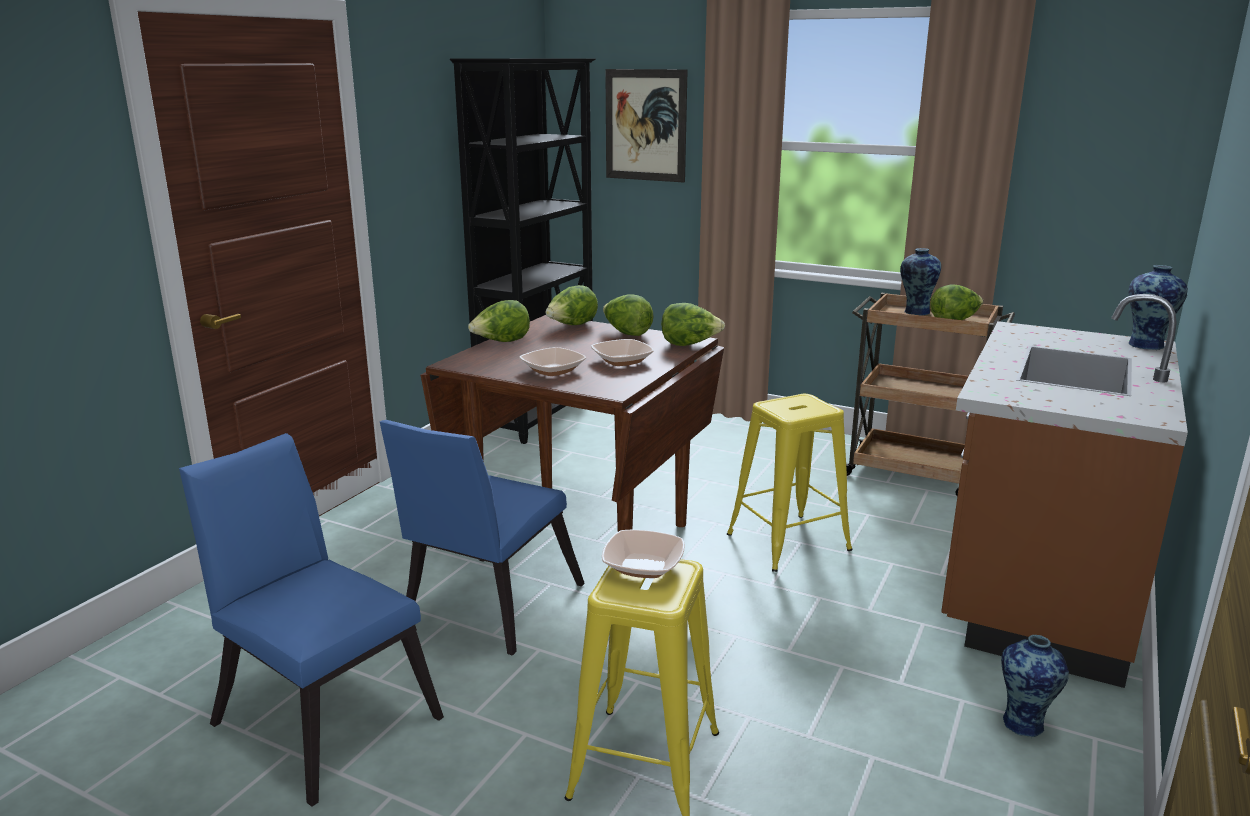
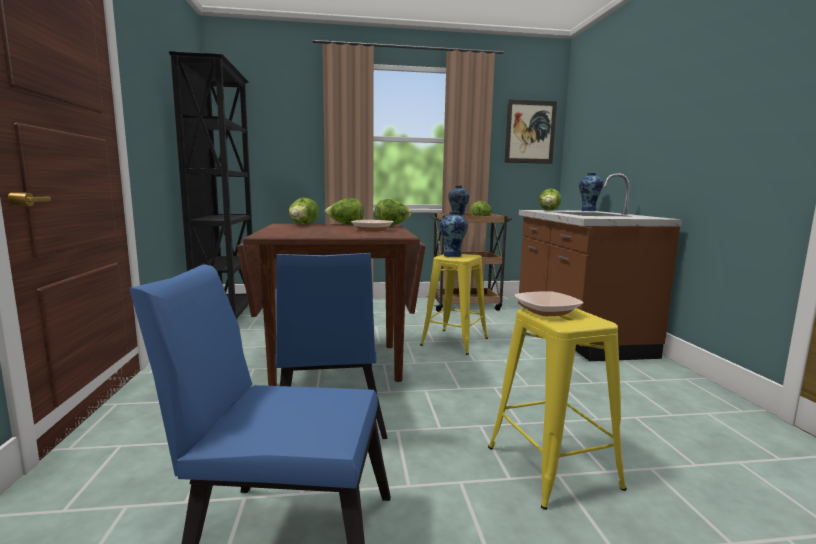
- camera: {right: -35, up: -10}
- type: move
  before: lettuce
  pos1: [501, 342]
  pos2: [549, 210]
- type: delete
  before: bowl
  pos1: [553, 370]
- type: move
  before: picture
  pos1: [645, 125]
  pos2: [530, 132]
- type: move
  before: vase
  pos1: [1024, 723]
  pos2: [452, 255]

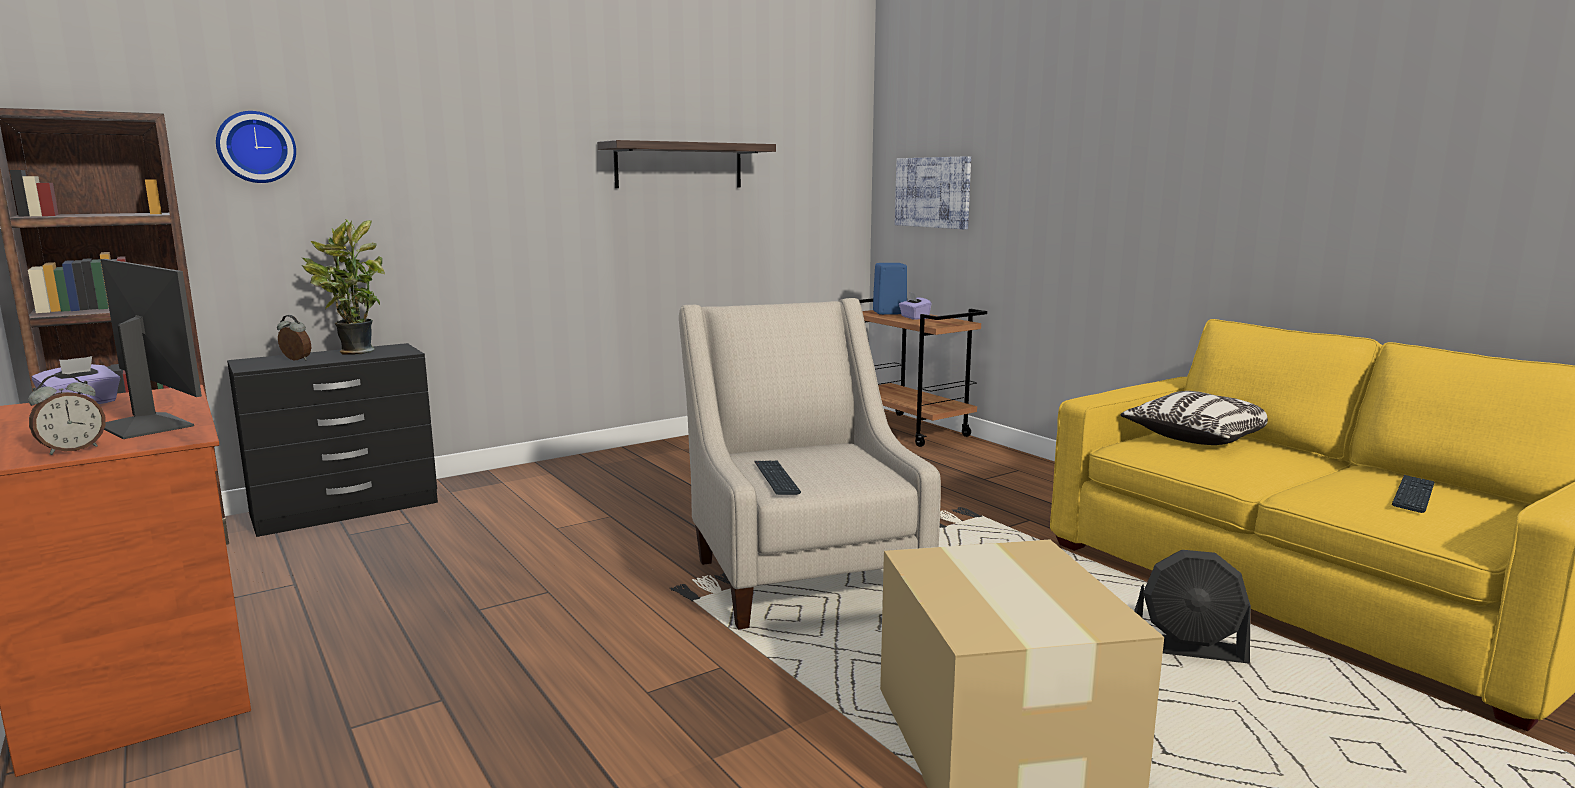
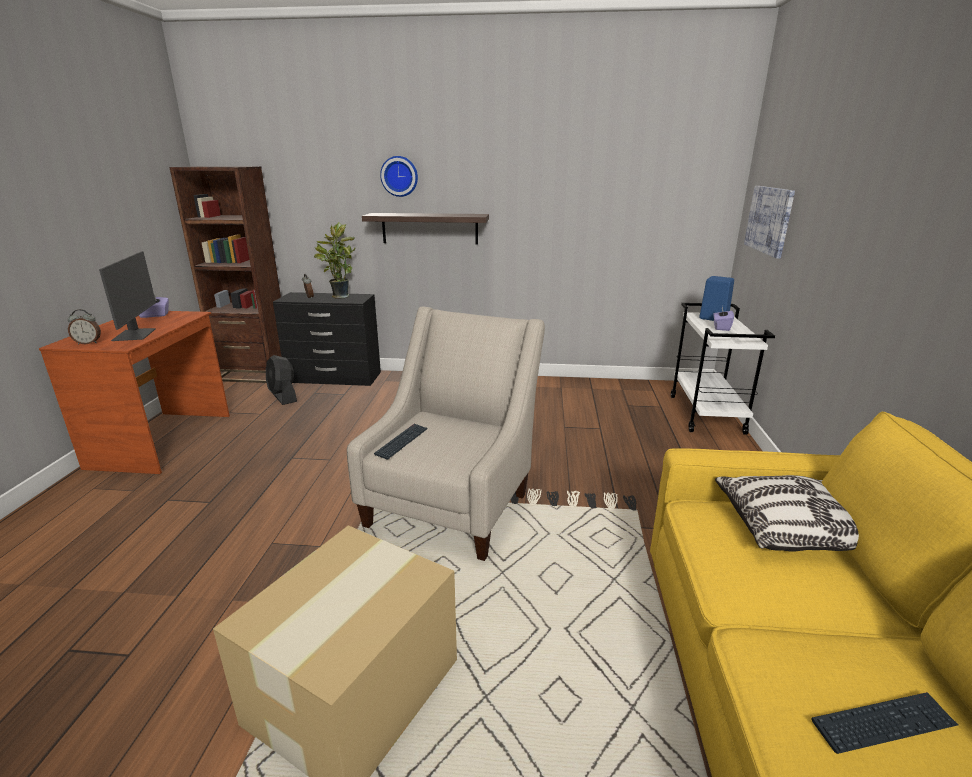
- camera: {right: 40, up: 10}
- type: move
  before: wall clock
  pos1: [256, 147]
  pos2: [399, 176]
- type: move
  before: shelf
  pos1: [679, 165]
  pos2: [430, 228]
- type: recolor
  before: brown cart
  after: white cart
  pos1: [910, 430]
  pos2: [707, 415]
- type: move
  before: black fan
  pos1: [1187, 650]
  pos2: [283, 396]

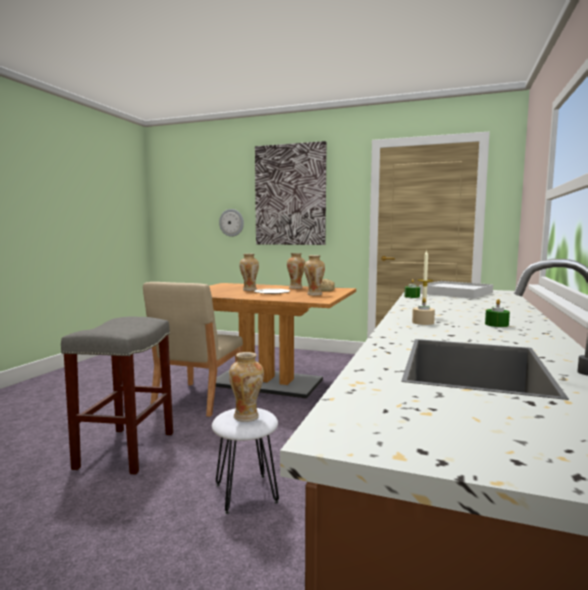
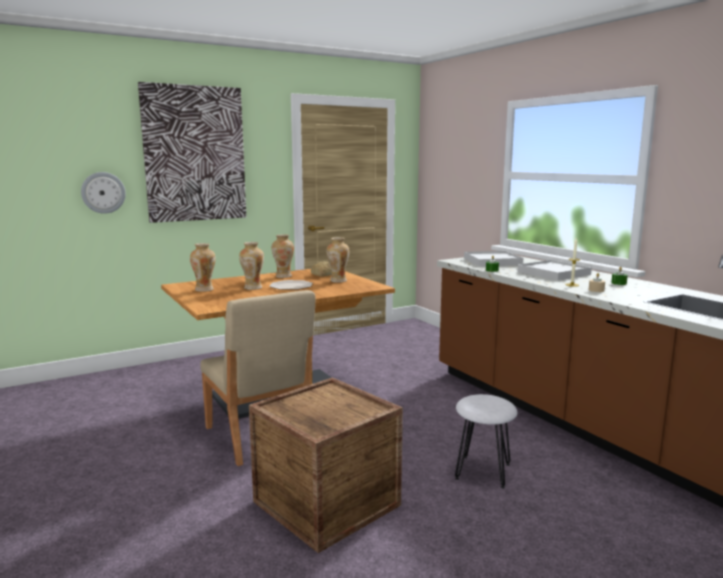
- camera: {right: -50, up: 5}
- type: replace
  before: grey stool
  after: crate
  pos1: [126, 449]
  pos2: [326, 503]
- type: move
  before: vase
  pos1: [247, 417]
  pos2: [204, 289]
- type: insert
  after: white tray
  pos2: [553, 273]

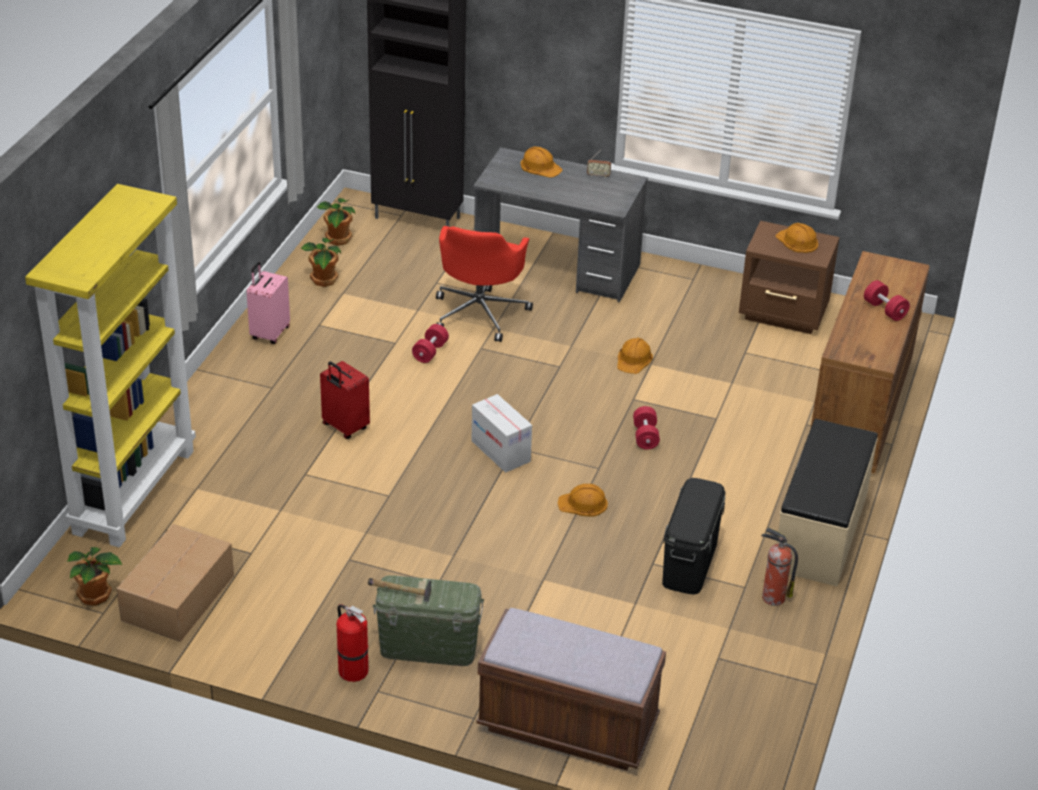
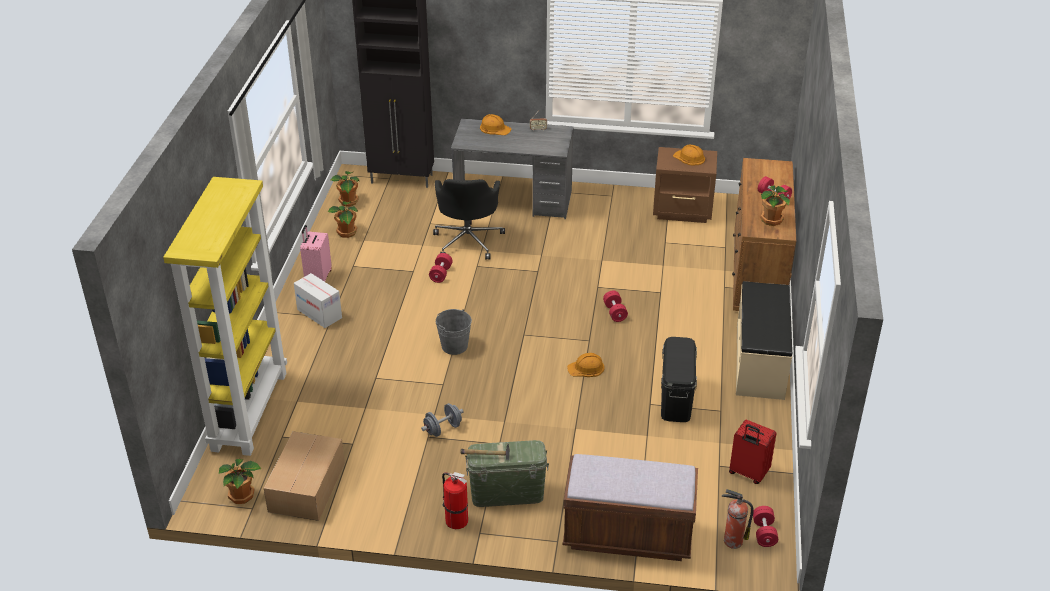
- camera: {right: -10, up: 0}
- type: move
  before: red suitcase
  pos1: [344, 427]
  pos2: [748, 473]
- type: recolor
  before: red office chair
  after: black office chair
  pos1: [480, 313]
  pos2: [468, 240]
- type: move
  before: cardboard box
  pos1: [500, 451]
  pos2: [319, 314]
- type: delete
  before: orange hard hat
  pos1: [634, 359]
- type: move
  before: fire extinguisher
  pos1: [772, 597]
  pos2: [732, 541]
- type: insert
  after: grey dumbbell
  pos2: [443, 429]
- type: insert
  after: grey bucket
  pos2: [454, 346]
- type: insert
  after: red dumbbell
  pos2: [764, 533]
- type: insert
  after: potted plant
  pos2: [772, 220]

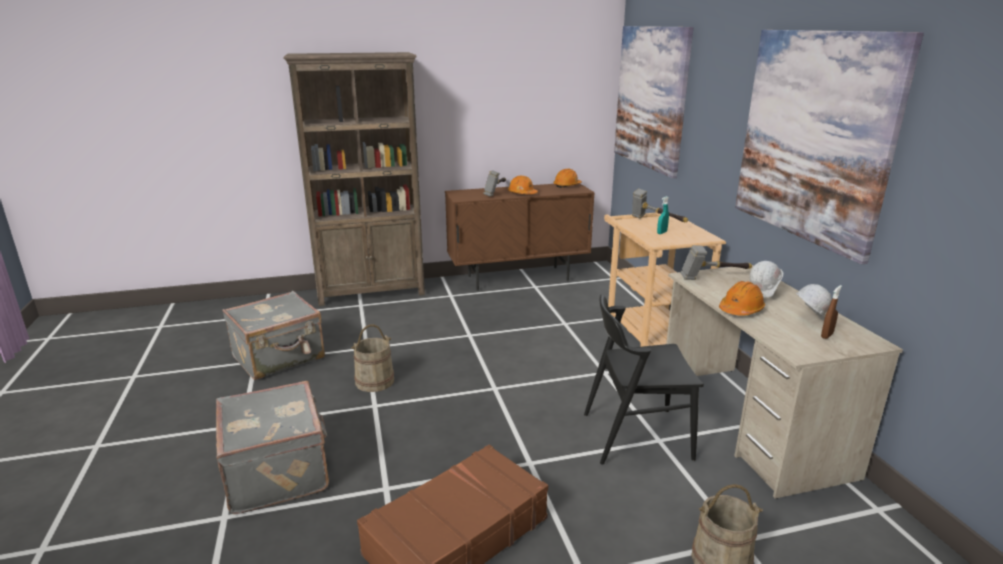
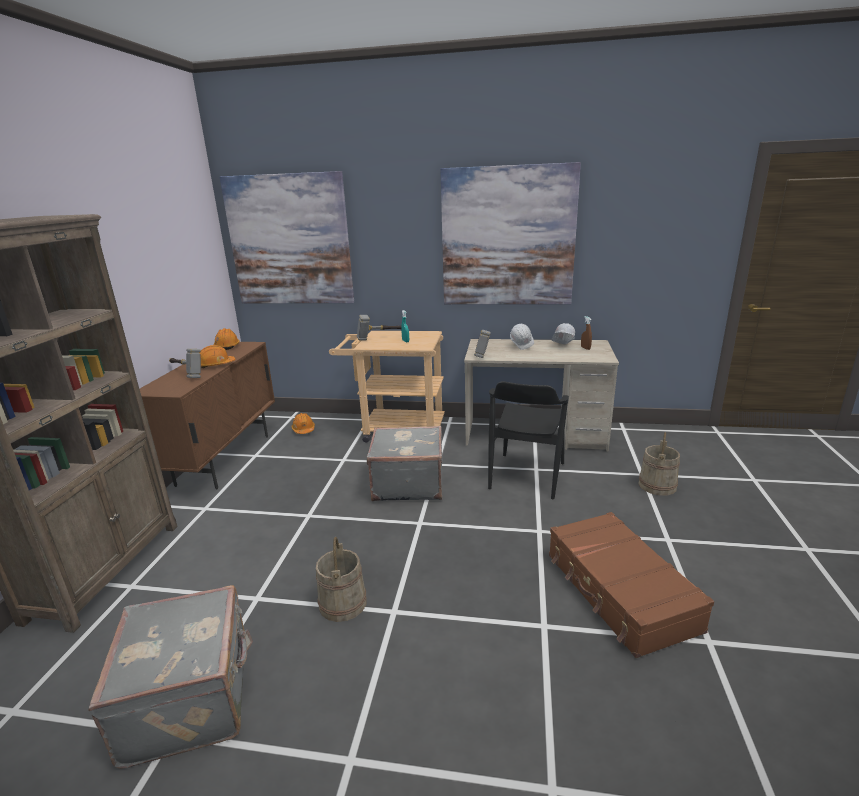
- camera: {right: -65, up: 0}
- type: move
  before: grey suitcase
  pos1: [279, 471]
  pos2: [408, 483]
- type: move
  before: orange hard hat
  pos1: [741, 310]
  pos2: [303, 430]

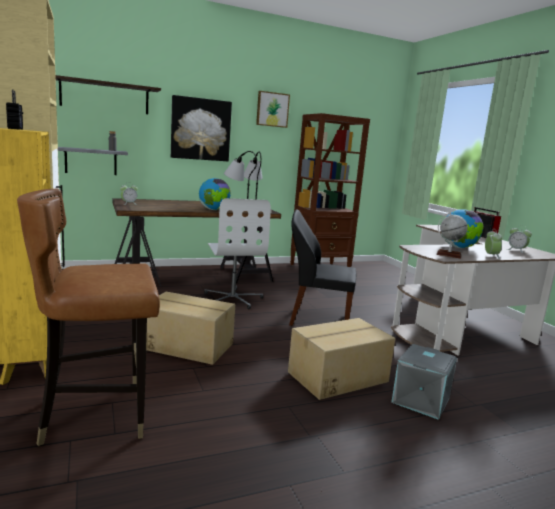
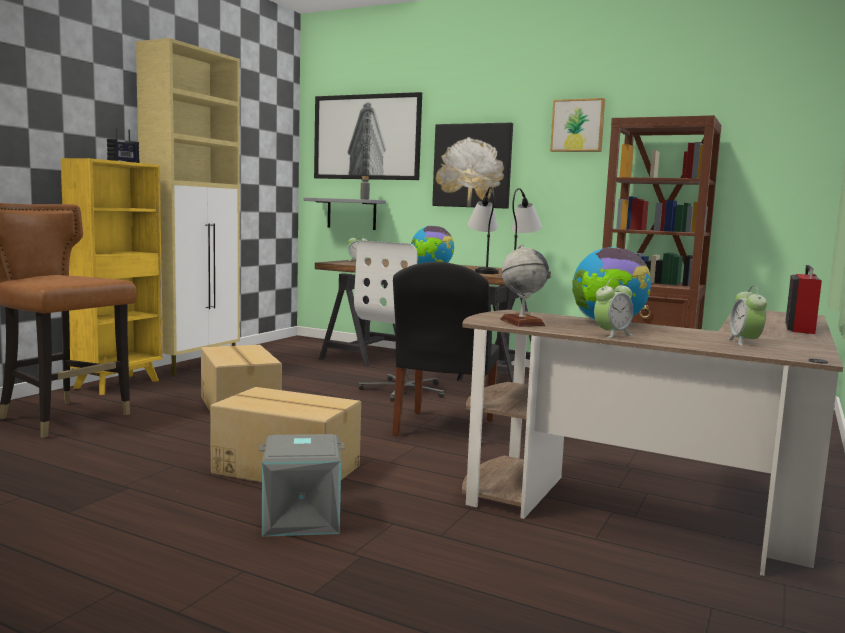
- camera: {right: 50, up: -5}
- type: replace
  before: shelf
  after: picture
  pos1: [105, 96]
  pos2: [367, 137]
- type: rotate
  before: black chair
  pos1: [317, 319]
  pos2: [443, 429]
  turn: -135

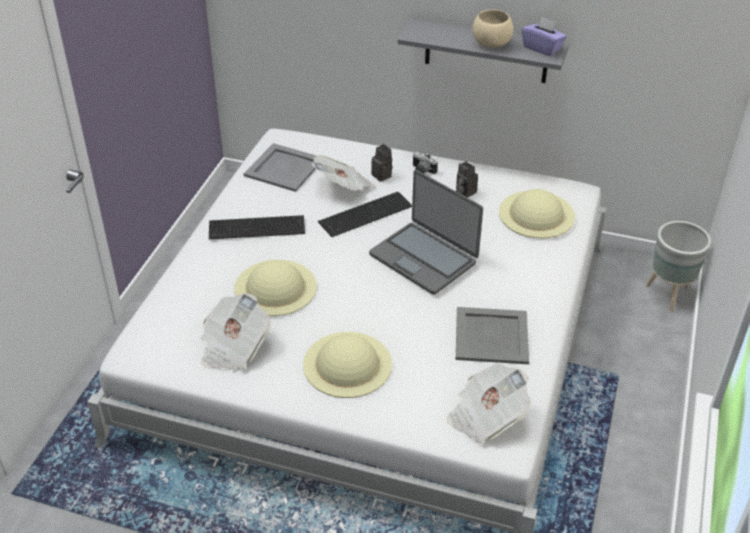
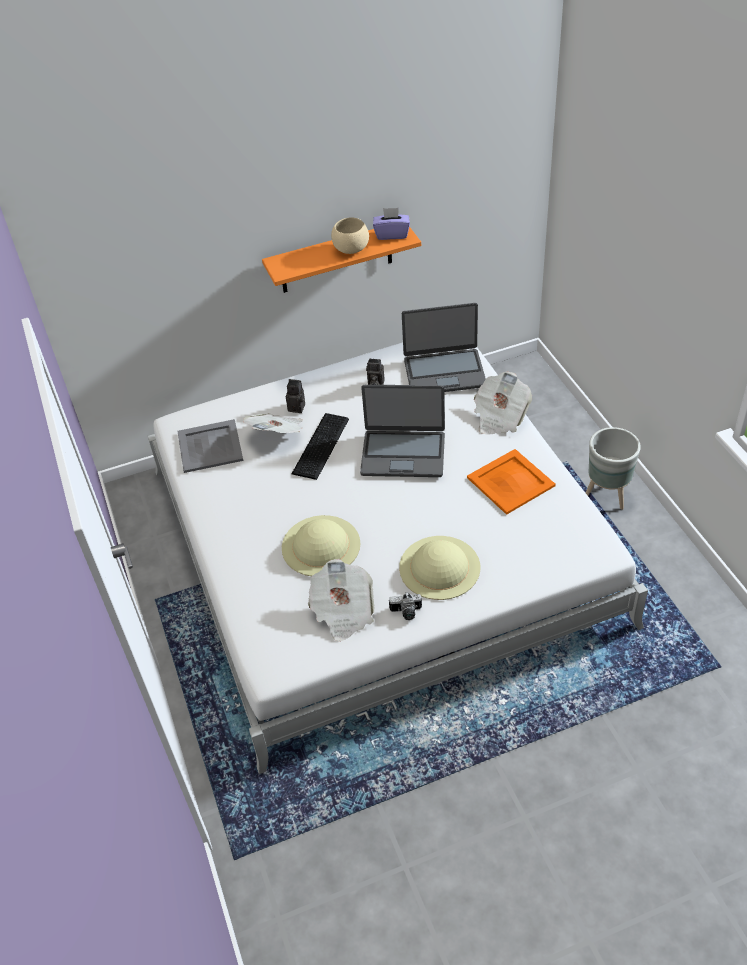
- camera: {right: -35, up: 5}
- type: delete
  before: keyboard
  pos1: [258, 228]
- type: recolor
  before: grey shelf
  after: orange shelf
  pos1: [486, 51]
  pos2: [336, 258]
- type: move
  before: photo camera
  pos1: [421, 171]
  pos2: [406, 613]
- type: move
  before: newspaper
  pos1: [486, 417]
  pos2: [499, 416]
- type: recolor
  before: grey tray
  after: orange tray
  pos1: [491, 335]
  pos2: [510, 481]
- type: replace
  before: beige hat
  after: laptop
  pos1: [536, 214]
  pos2: [444, 372]
- type: move
  before: grey planter
  pos1: [667, 295]
  pos2: [606, 496]

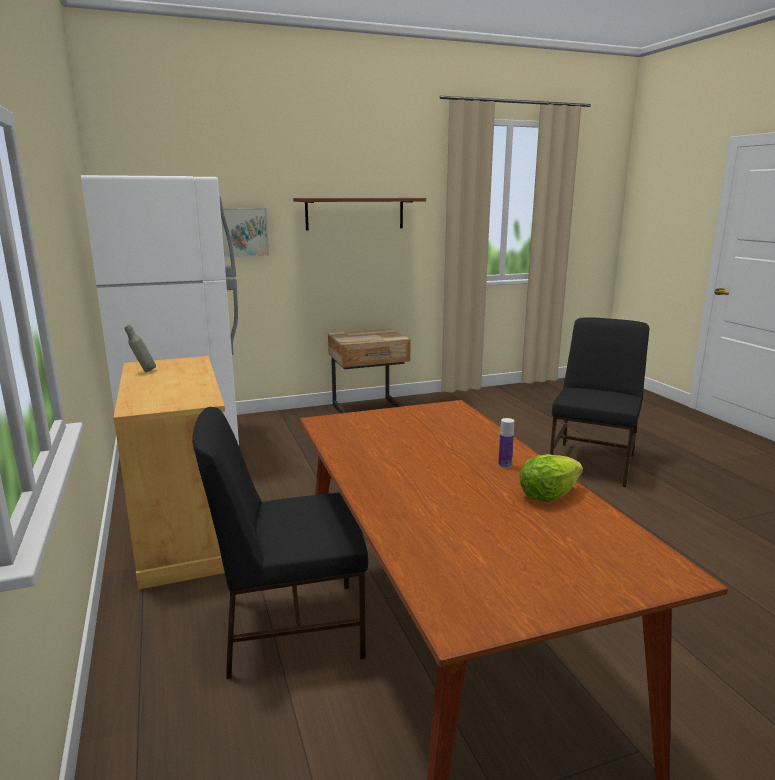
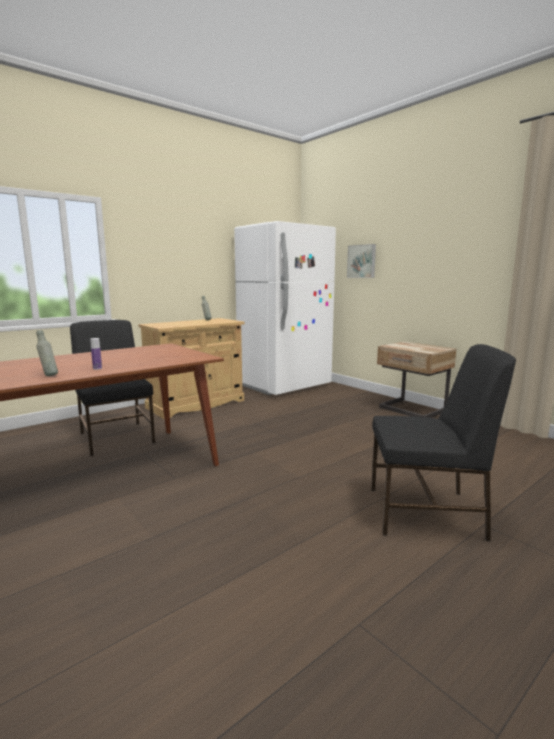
- camera: {right: 70, up: -5}
- type: delete
  before: brown shelf
  pos1: [355, 213]
- type: replace
  before: lettuce
  after: grey bottle
  pos1: [547, 495]
  pos2: [49, 375]

